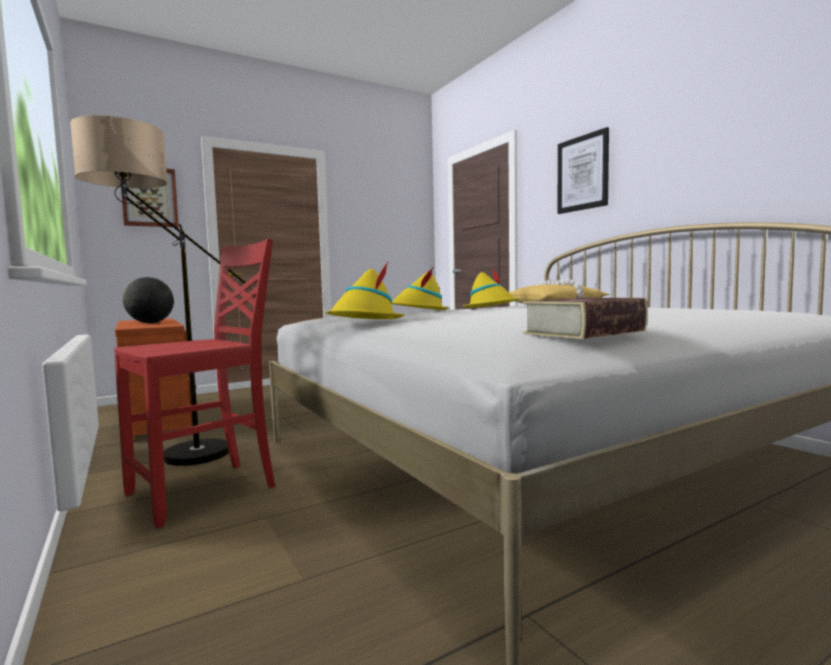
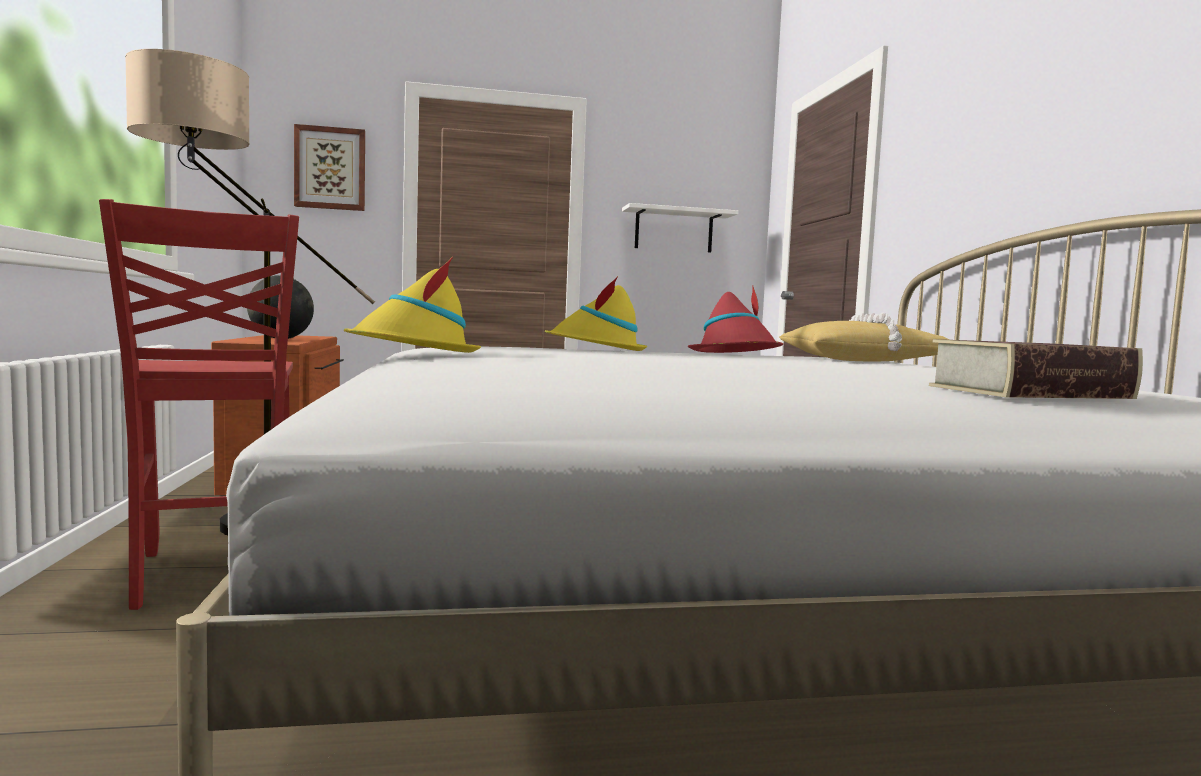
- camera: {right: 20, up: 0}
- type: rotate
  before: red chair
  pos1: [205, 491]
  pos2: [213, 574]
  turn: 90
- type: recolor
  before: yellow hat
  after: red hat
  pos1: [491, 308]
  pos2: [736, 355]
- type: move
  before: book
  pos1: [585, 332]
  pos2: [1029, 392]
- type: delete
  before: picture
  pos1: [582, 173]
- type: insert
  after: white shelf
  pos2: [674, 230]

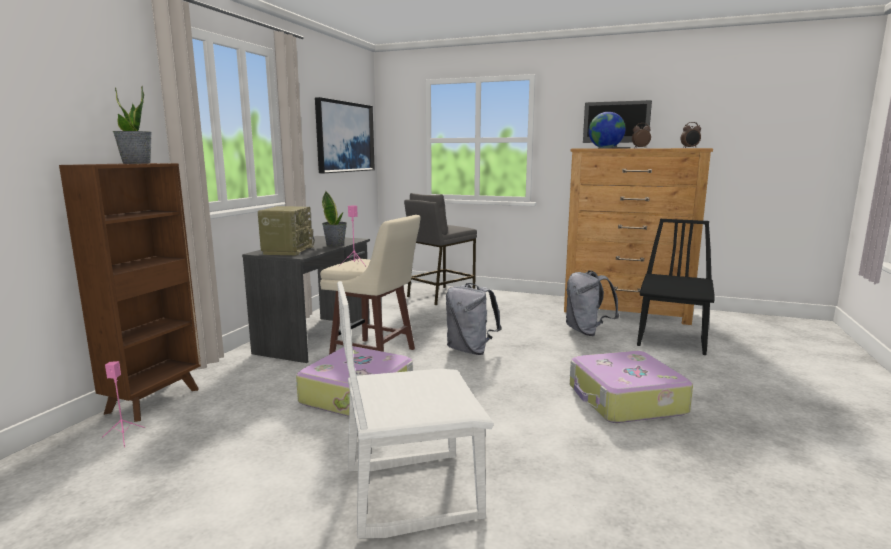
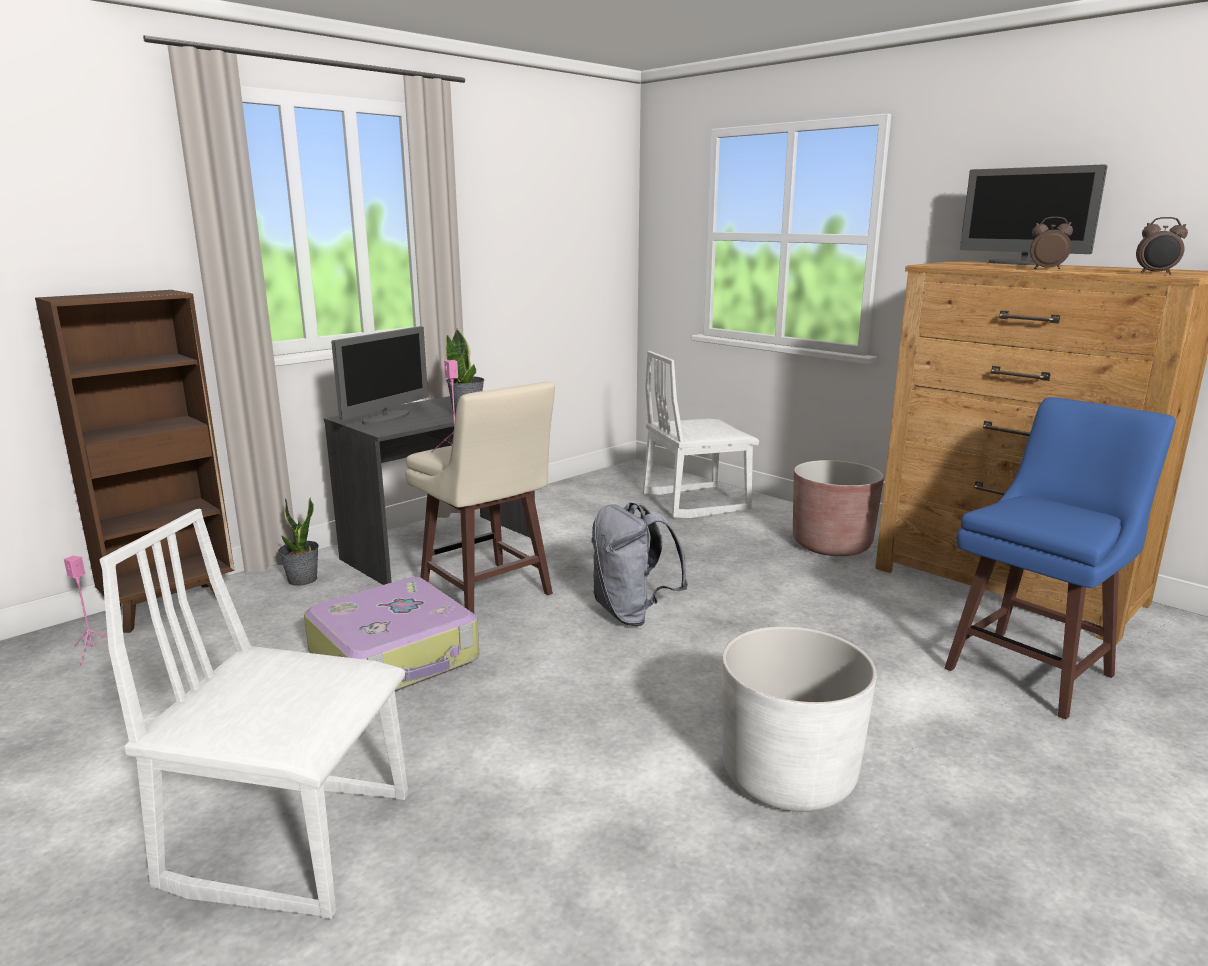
- camera: {right: 25, up: 5}
- type: move
  before: potted plant
  pos1: [136, 163]
  pos2: [302, 580]
- type: replace
  before: radio
  after: monitor
  pos1: [287, 250]
  pos2: [386, 418]
- type: delete
  before: picture
  pos1: [344, 137]
- type: replace
  before: grey stool
  after: white chair
  pos1: [440, 295]
  pos2: [695, 502]
- type: delete
  before: grey backpack
  pos1: [587, 332]
- type: replace
  before: suitcase
  after: white planter
  pos1: [625, 400]
  pos2: [788, 775]
- type: delete
  before: globe
  pos1: [605, 148]
- type: replace
  before: black chair
  after: blue stool
  pos1: [672, 340]
  pos2: [1032, 671]
- type: insert
  after: brown planter
  pos2: [831, 545]

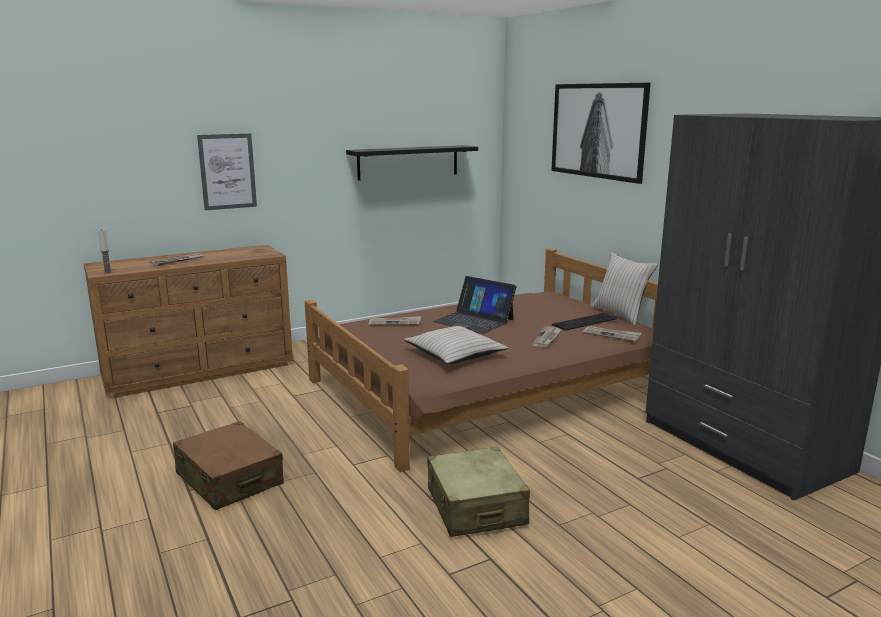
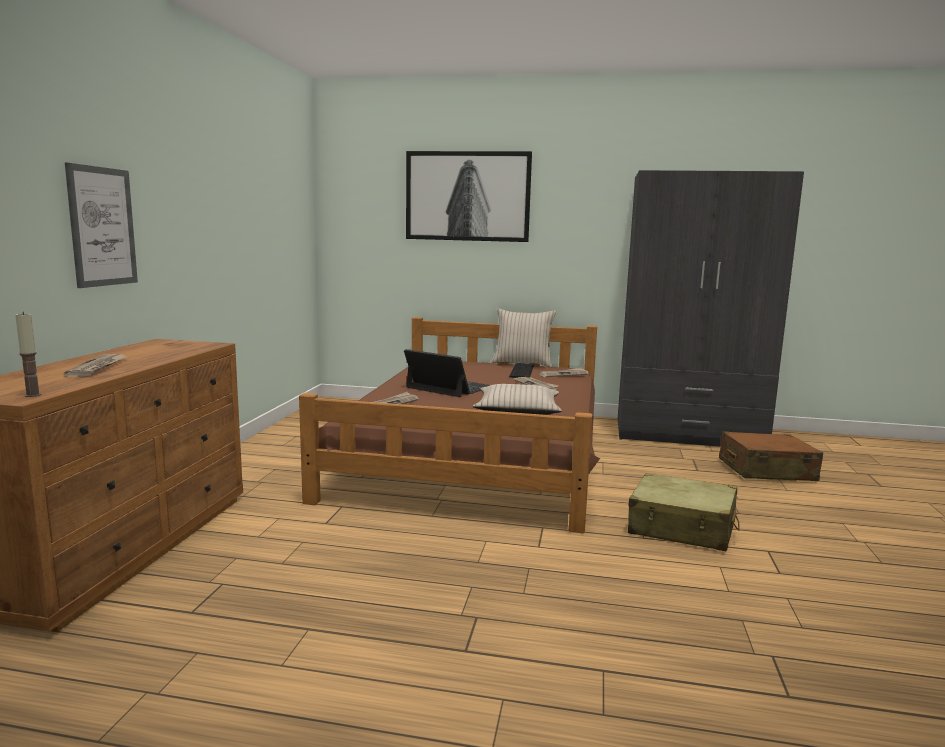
- camera: {right: -50, up: -5}
- type: move
  before: brown suitcase
  pos1: [229, 479]
  pos2: [766, 470]
- type: delete
  before: black shelf
  pos1: [408, 162]
- type: rotate
  before: laptop
  pos1: [474, 320]
  pos2: [448, 387]
  turn: -135

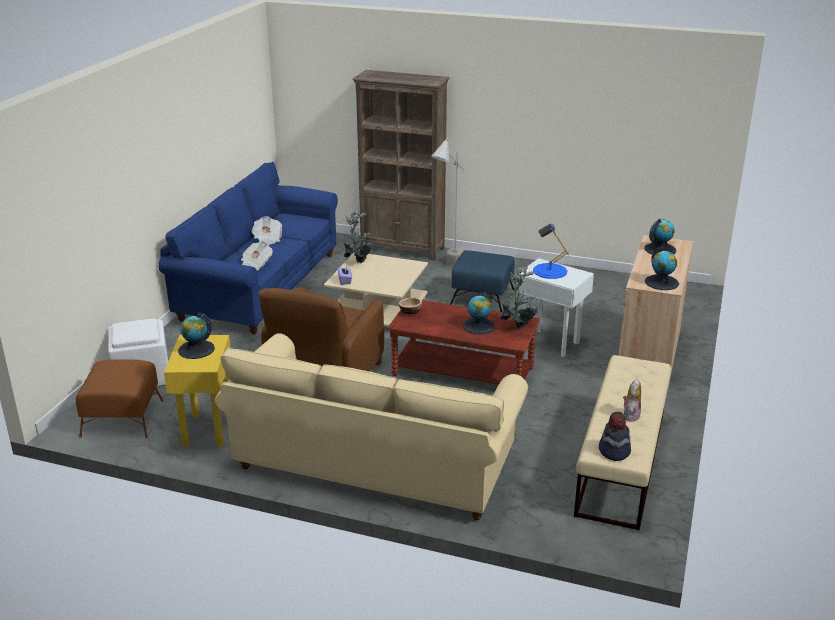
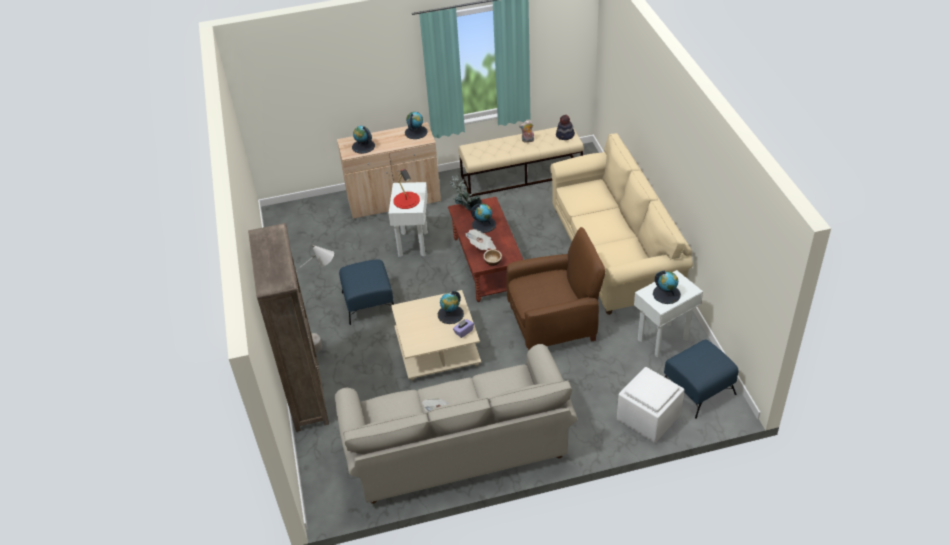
- camera: {right: -120, up: 15}
- type: recolor
  before: brown ottoman
  after: blue ottoman
  pos1: [123, 418]
  pos2: [697, 389]
- type: recolor
  before: blue sofa
  after: beige sofa
  pos1: [260, 286]
  pos2: [457, 447]
- type: recolor
  before: yellow side table
  after: white side table
  pos1: [206, 430]
  pos2: [663, 339]
- type: move
  before: newspaper
  pos1: [255, 265]
  pos2: [481, 246]
- type: delete
  before: potted plant
  pos1: [358, 260]
- type: recolor
  before: blue table lamp
  after: red table lamp
  pos1: [550, 271]
  pos2: [406, 200]
- type: insert
  after: globe
  pos2: [450, 314]

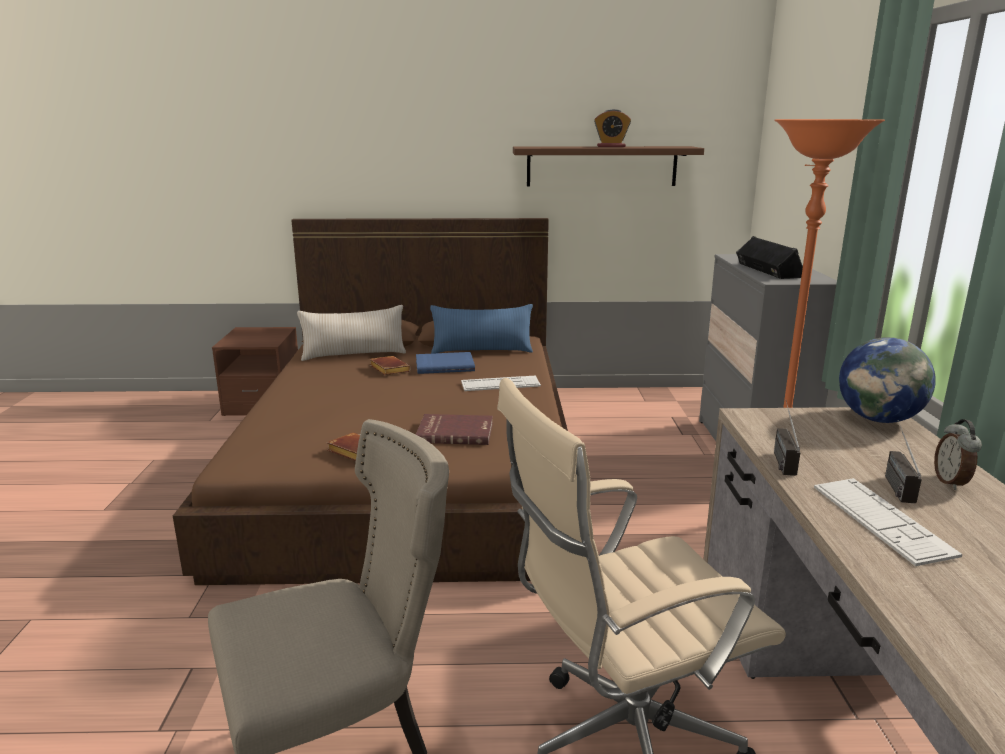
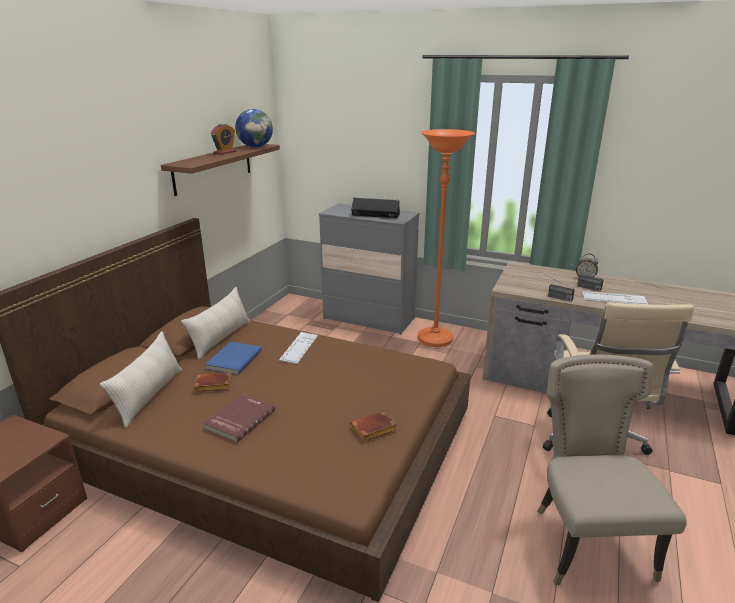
- camera: {right: -65, up: 5}
- type: move
  before: red book
  pos1: [455, 432]
  pos2: [239, 419]
- type: recolor
  before: blue pillow
  after: beige pillow
  pos1: [482, 351]
  pos2: [221, 338]
- type: move
  before: globe
  pos1: [878, 419]
  pos2: [255, 147]

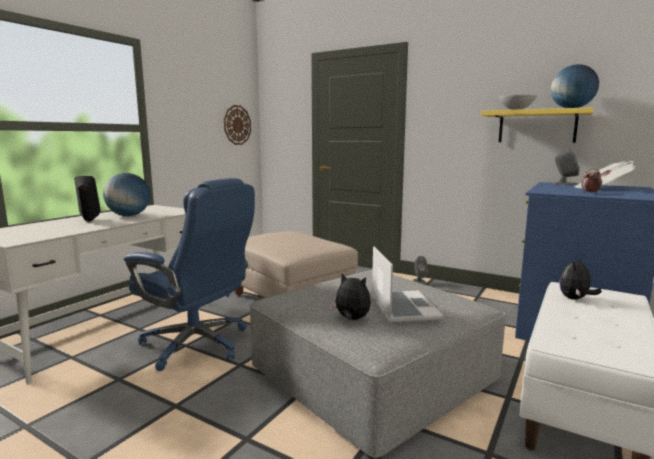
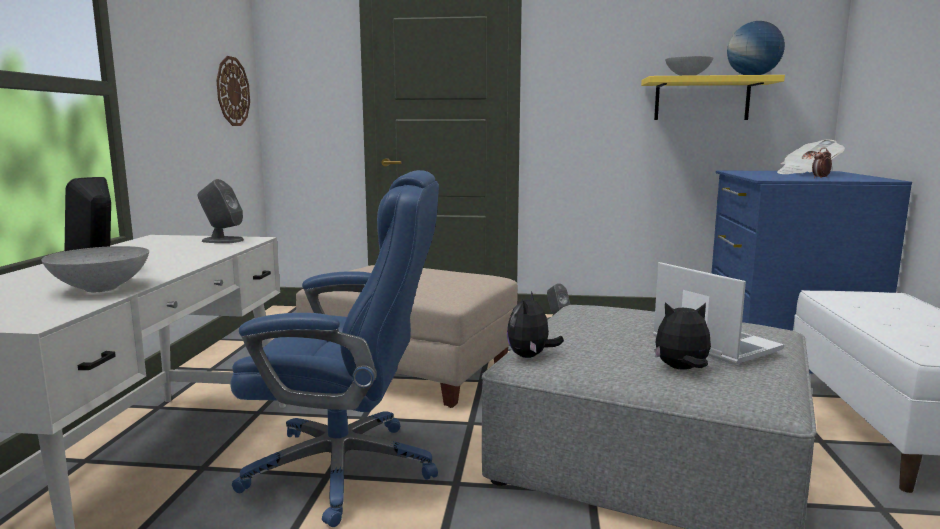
- camera: {right: -25, up: 0}
- type: delete
  before: globe
  pos1: [129, 215]
- type: move
  before: grey speaker
  pos1: [565, 184]
  pos2: [222, 240]
- type: move
  before: plush toy
  pos1: [575, 299]
  pos2: [530, 356]
- type: insert
  after: grey bowl
  pos2: [102, 289]

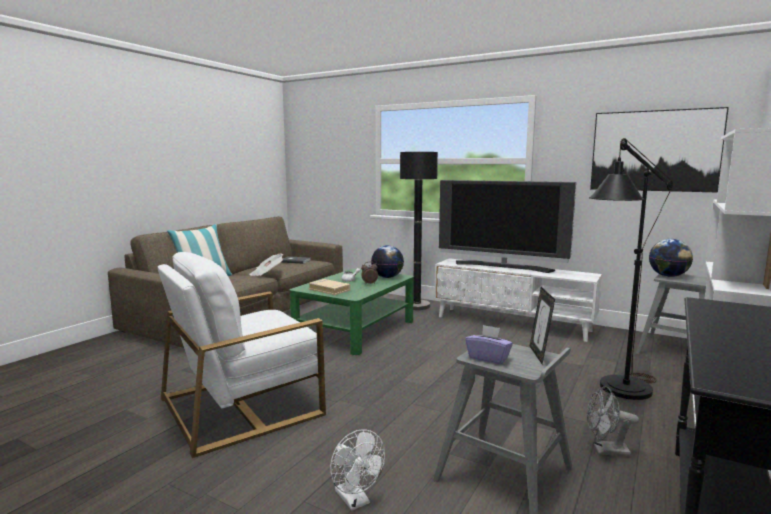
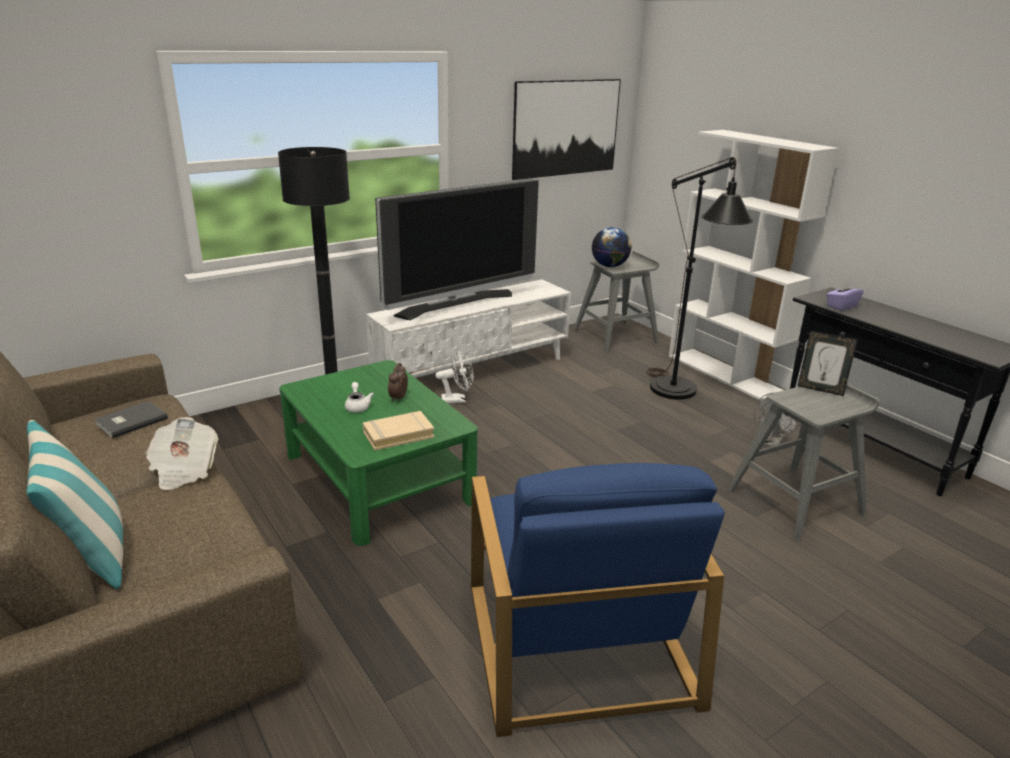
- camera: {right: -65, up: 15}
- type: recolor
  before: white armchair
  after: blue armchair
  pos1: [242, 405]
  pos2: [576, 641]
- type: move
  before: white fan
  pos1: [355, 501]
  pos2: [457, 400]
- type: delete
  before: globe
  pos1: [387, 277]
- type: move
  before: purple tissue box
  pos1: [488, 358]
  pos2: [841, 306]

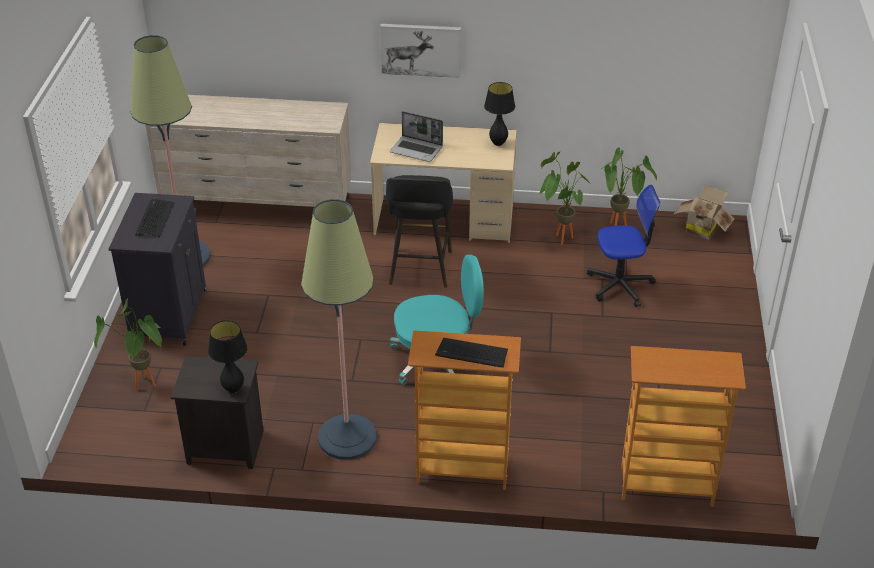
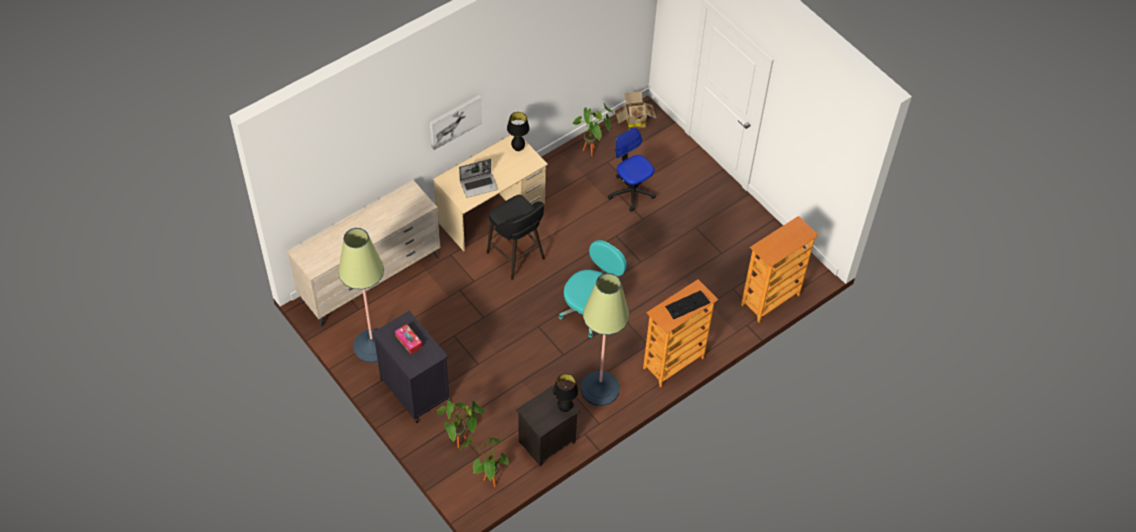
- camera: {right: -45, up: 15}
- type: replace
  before: keyboard
  after: tissue box
  pos1: [155, 219]
  pos2: [409, 341]
- type: move
  before: potted plant
  pos1: [558, 239]
  pos2: [488, 482]
- type: rotate
  before: office chair
  pos1: [620, 285]
  pos2: [631, 191]
  turn: -75

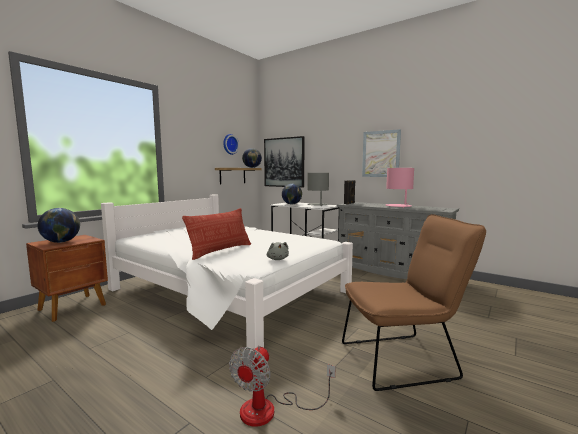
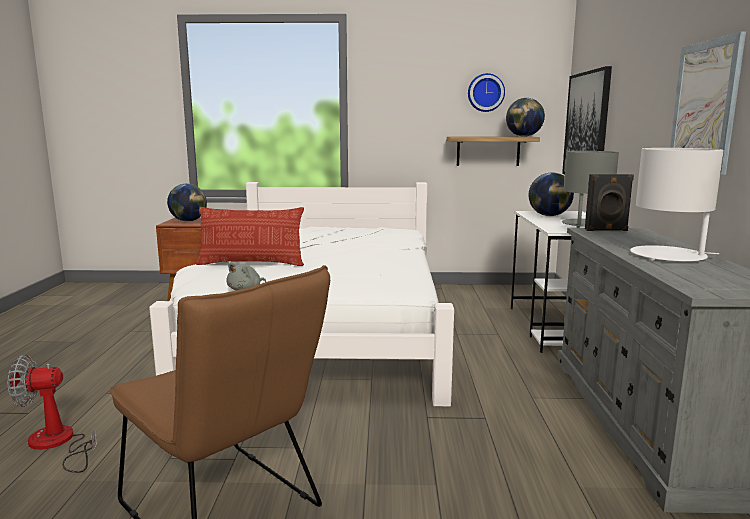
- camera: {right: 55, up: 5}
- type: recolor
  before: pink table lamp
  after: white table lamp
  pos1: [398, 206]
  pos2: [668, 256]

